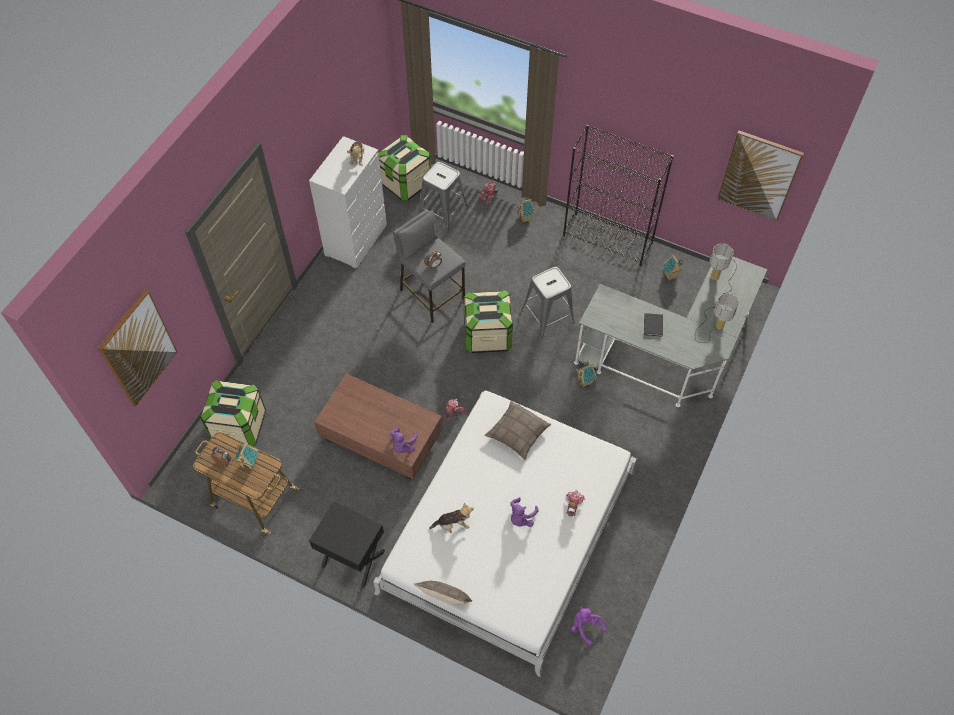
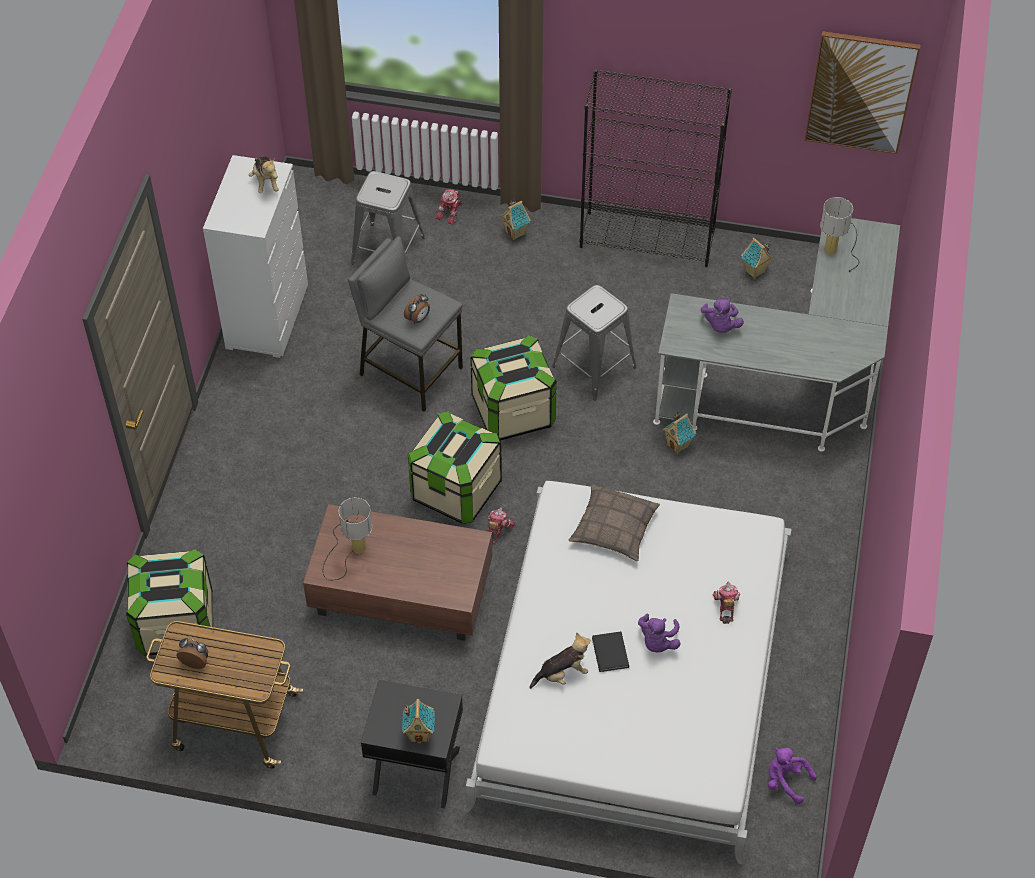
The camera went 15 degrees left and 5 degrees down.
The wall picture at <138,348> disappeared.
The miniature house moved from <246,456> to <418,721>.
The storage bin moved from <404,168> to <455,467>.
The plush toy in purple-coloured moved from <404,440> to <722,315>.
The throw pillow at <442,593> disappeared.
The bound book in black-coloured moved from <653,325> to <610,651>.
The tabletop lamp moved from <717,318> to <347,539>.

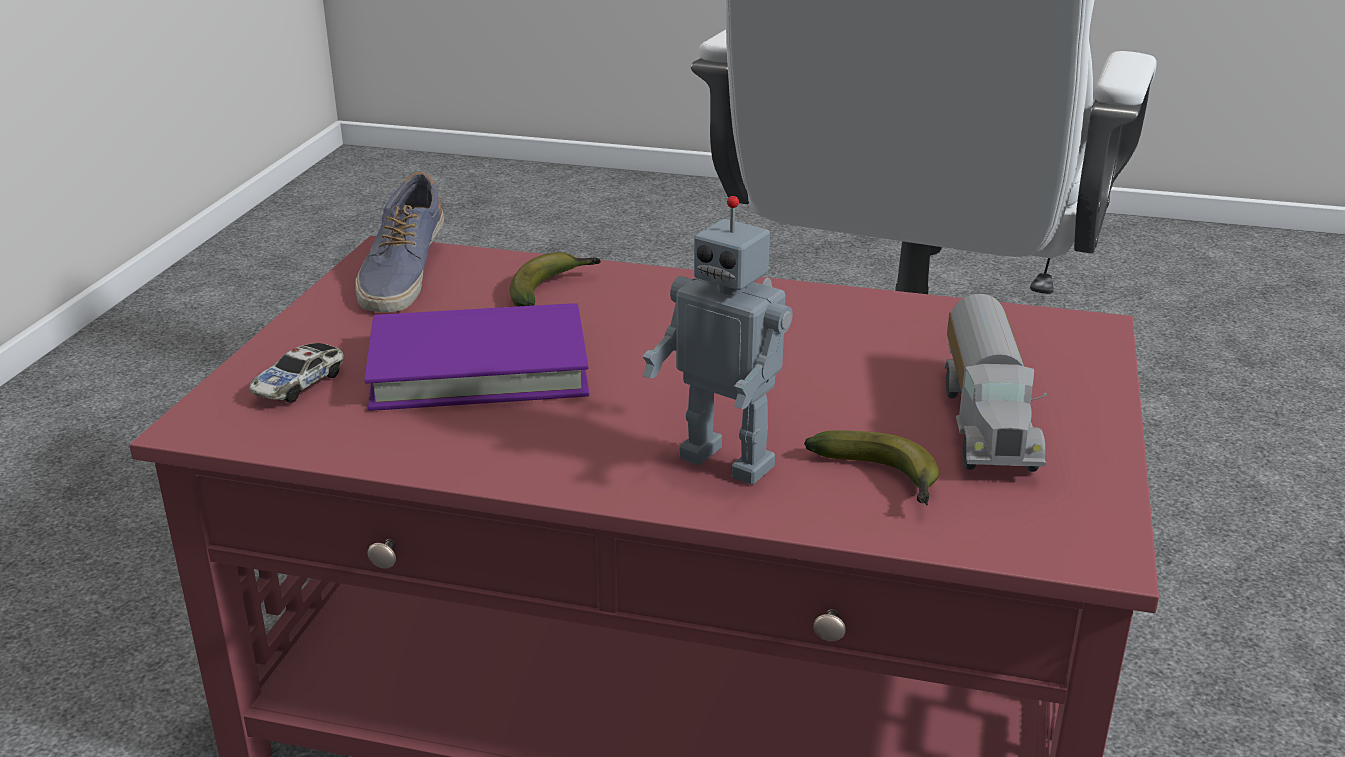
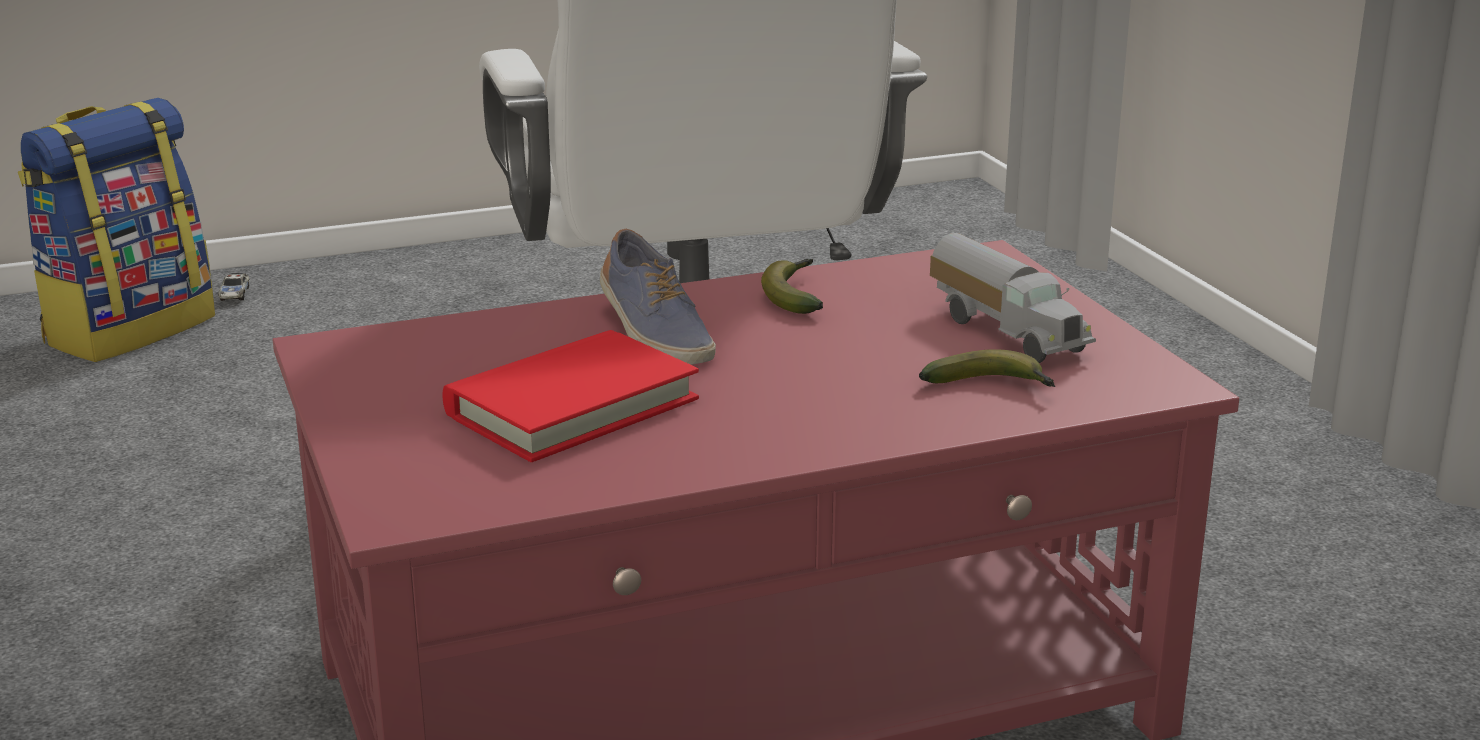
The camera went 35 degrees left and 5 degrees down.
The miniature car moved from <296,373> to <233,287>.
The low shoe moved from <399,242> to <658,297>.
The bound book in purple-coloured at <477,357> became the bound book in red at <571,396>.
The banana moved from <555,279> to <792,286>.
The toy robot at <717,340> disappeared.
The backpack at <116,230> appeared.

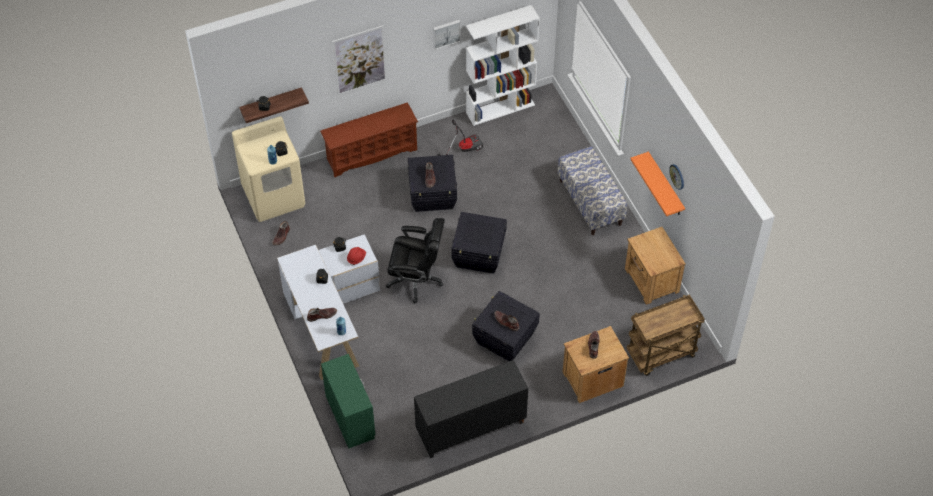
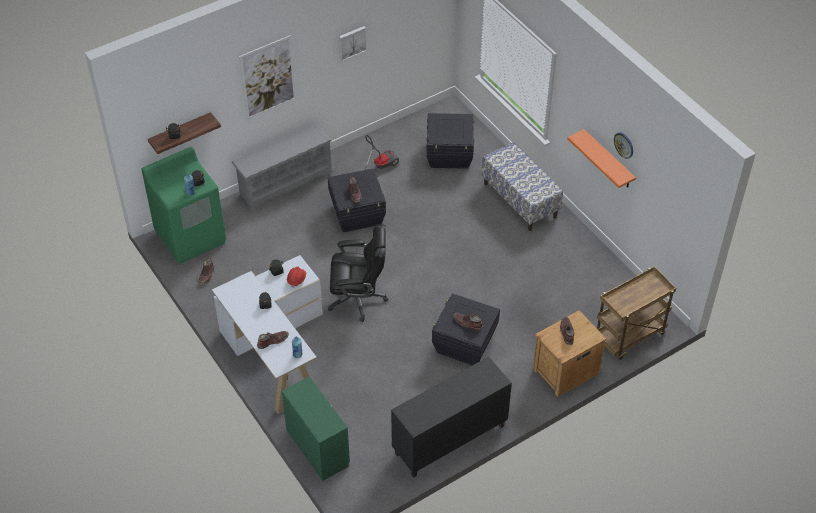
The camera went 10 degrees left and 5 degrees down.
The laundry machine in sand-coloured at <268,169> became the laundry machine in green at <183,205>.
The shoe rack in brown at <369,140> became the shoe rack in greyish at <281,167>.
The storage bin in black-coloured moved from <479,243> to <450,141>.
The bookcase in white-coloured at <503,65> disappeared.
The bedside table in brown at <655,266> disappeared.

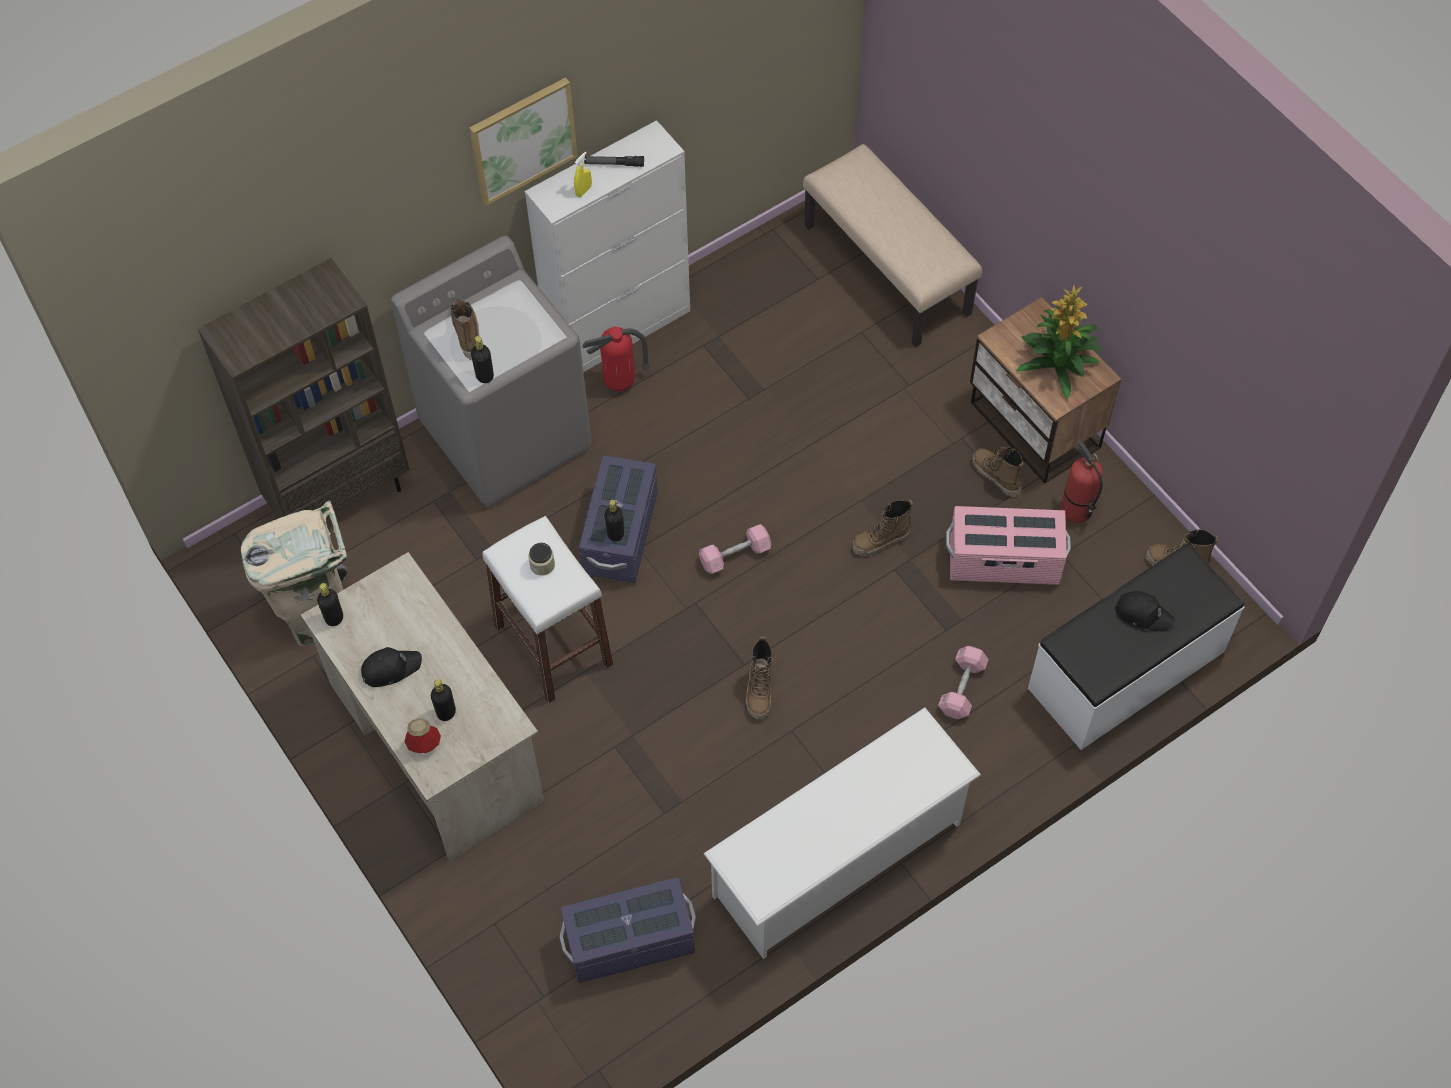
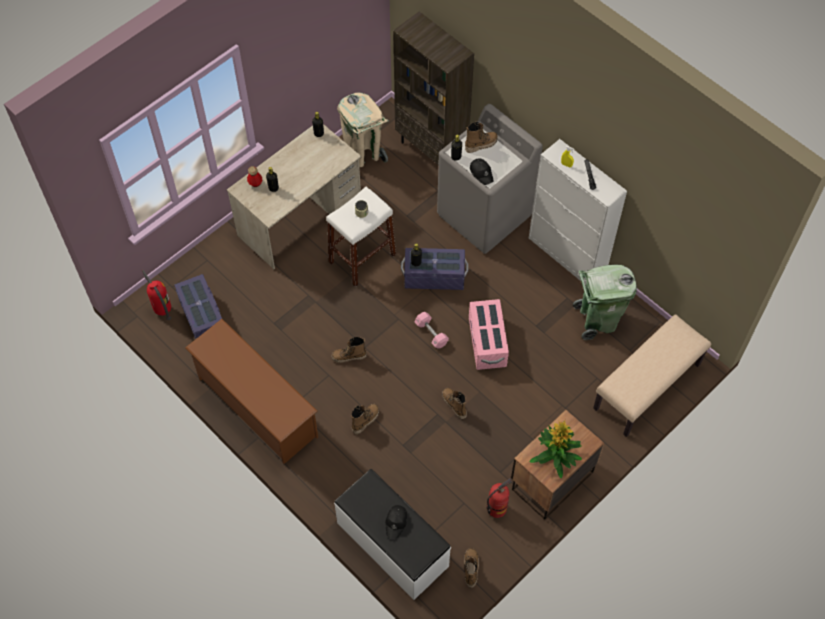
The camera went 80 degrees right and 0 degrees up.
The baseball cap in black-coloured moved from <391,667> to <482,171>.
The wall picture at <523,141> disappeared.
The extinguisher moved from <615,359> to <156,295>.
The shoe rack in white-coloured at <842,833> became the shoe rack in brown at <251,391>.
The dumbbell in pink at <963,682> disappeared.
The storage bin in pink moved from <1008,545> to <489,334>.
The boot moved from <998,472> to <365,419>.
The waste bin in green at <605,302> appeared.

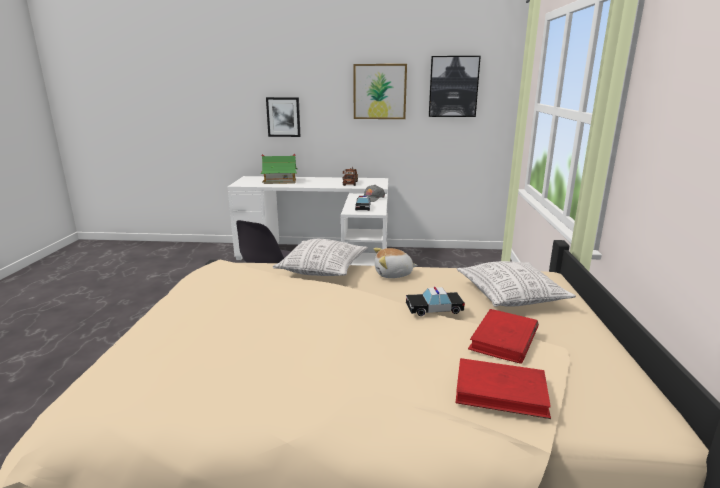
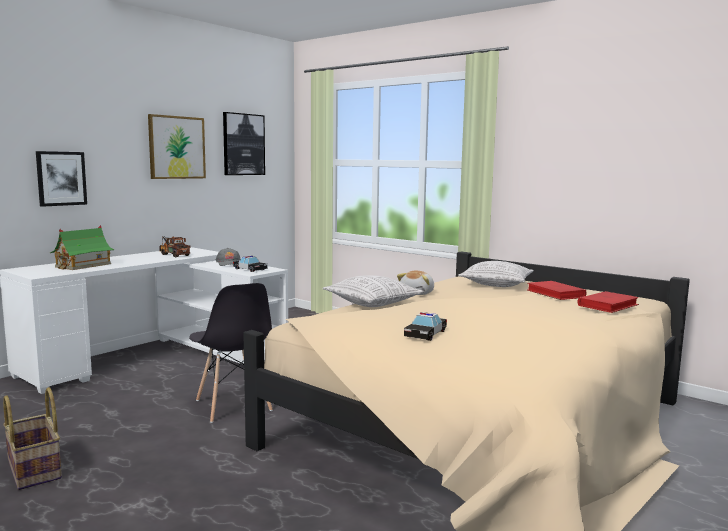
The camera went 55 degrees left and 10 degrees down.
The miniature car moved from <435,301> to <425,326>.
The household basket at <32,438> appeared.

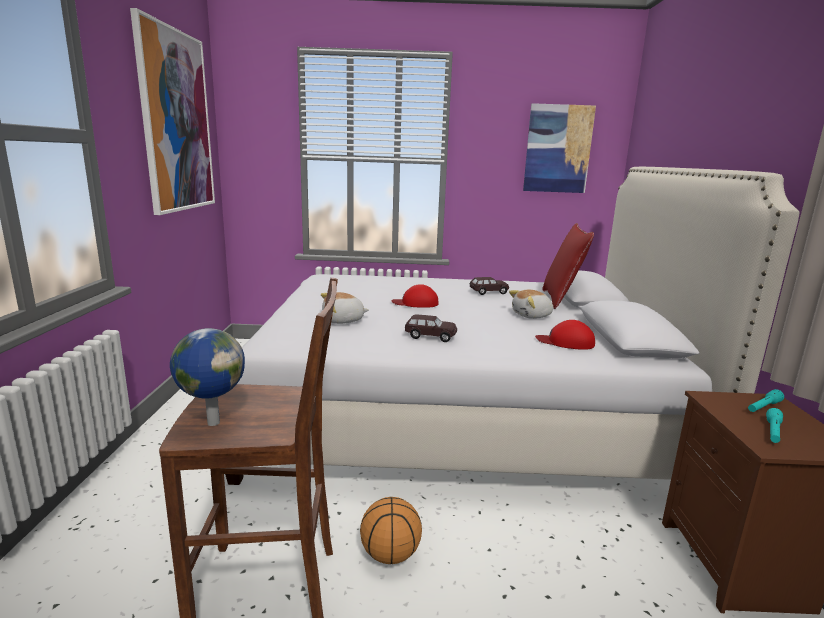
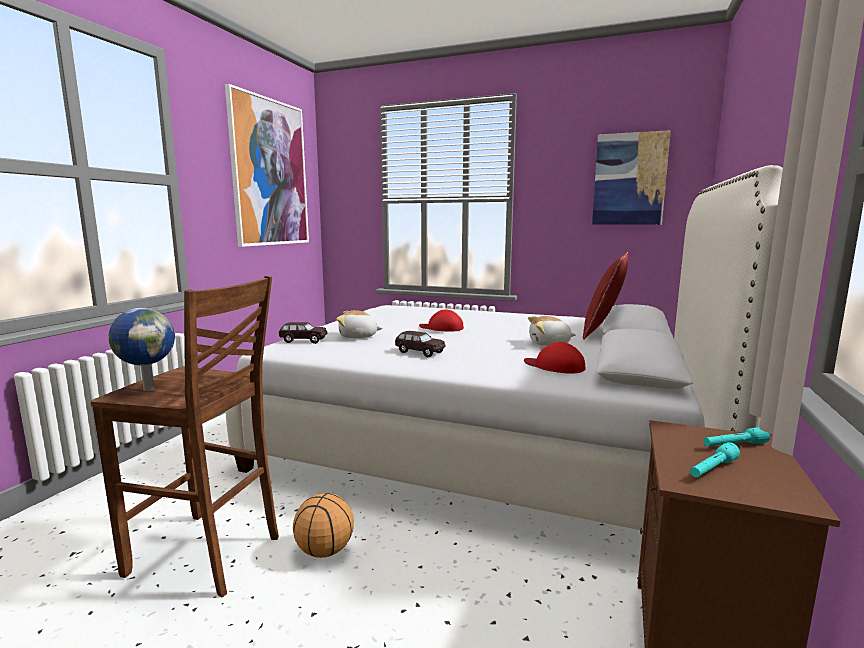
The camera went 20 degrees right and 5 degrees down.
The miniature car in brown moved from <489,286> to <303,333>.

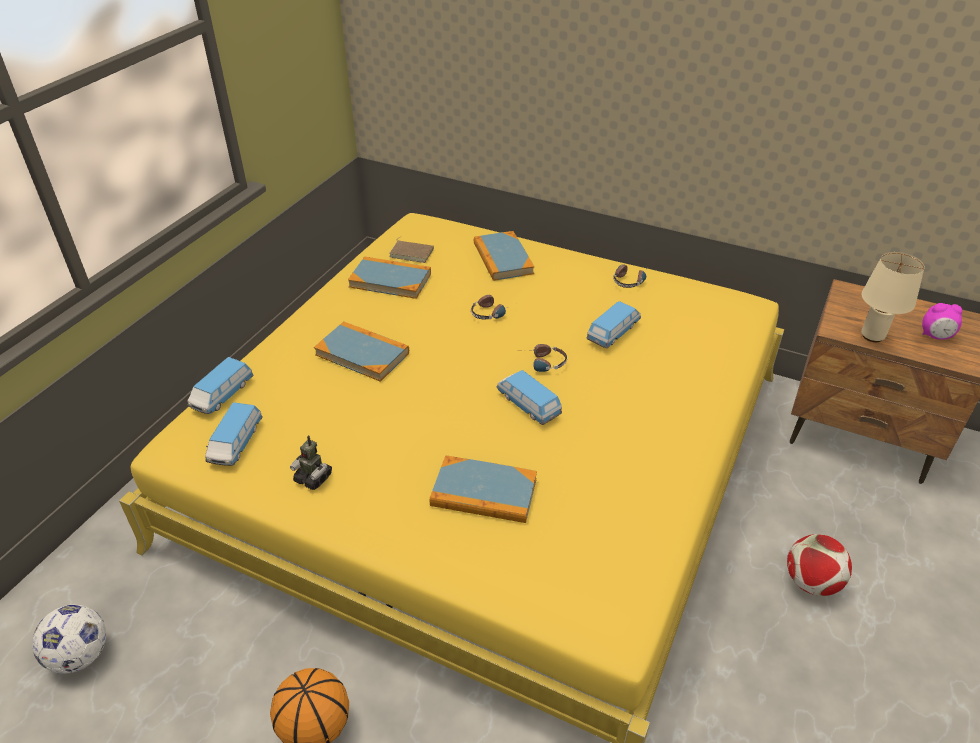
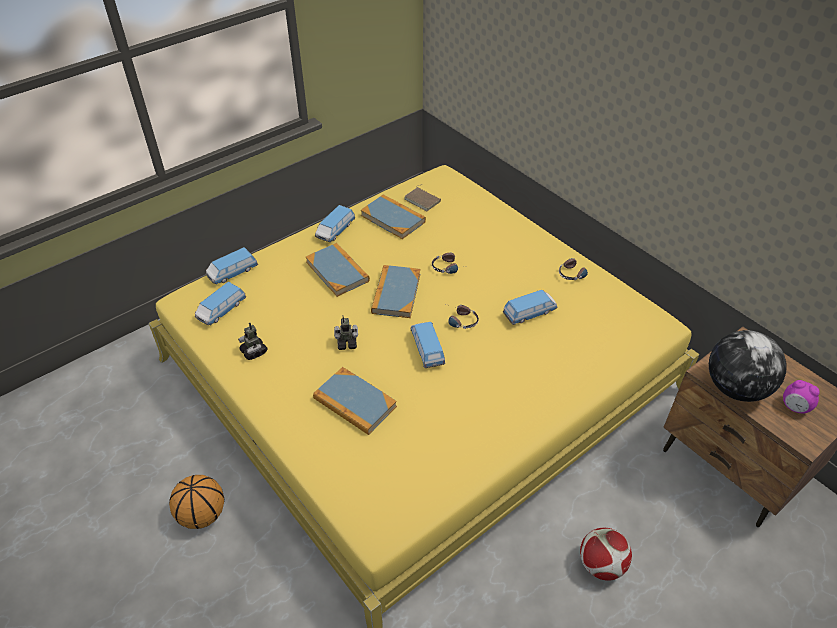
The camera went 25 degrees right and 5 degrees up.
The football ball at <69,639> disappeared.
The bound book moved from <504,256> to <395,291>.
The tabletop lamp in sand-coloured at <893,297> was replaced by the desk globe at <748,366>.
The miniature car at <335,223> appeared.
The toy robot at <346,333> appeared.

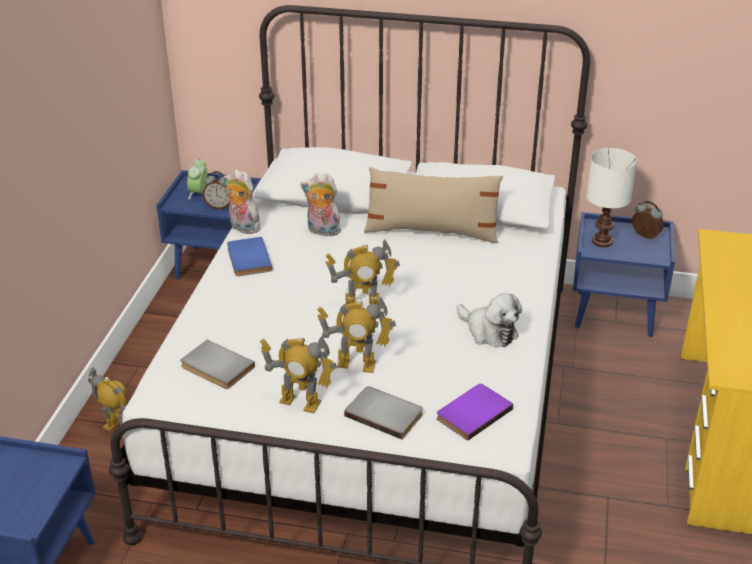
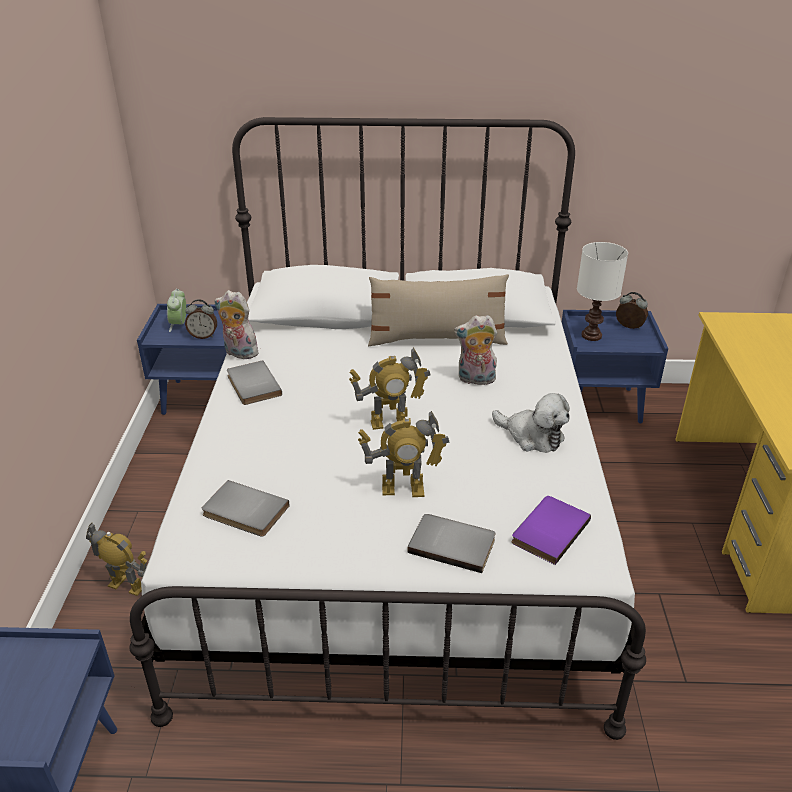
The camera went 10 degrees left and 0 degrees up.
The bound book in blue-coloured at <250,256> became the bound book in greyish at <254,382>.
The toy robot at <298,374> disappeared.
The plush toy moved from <322,204> to <475,350>.

